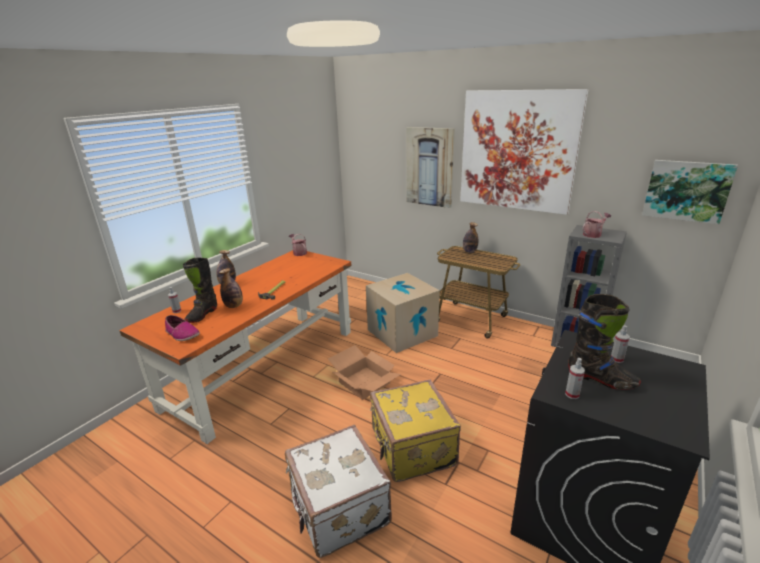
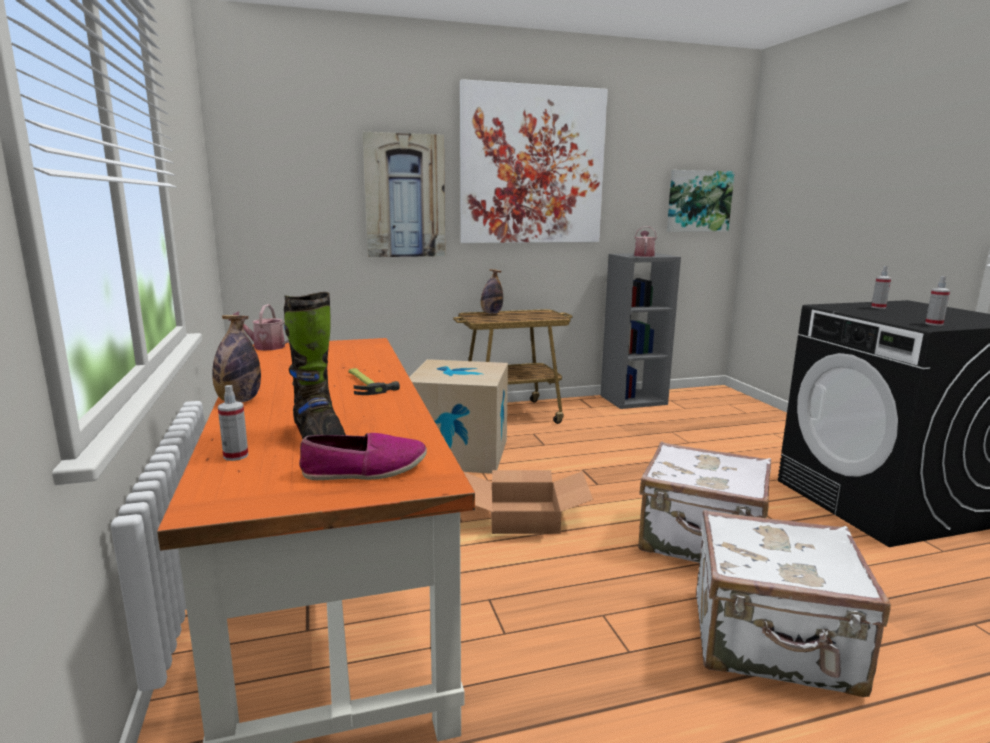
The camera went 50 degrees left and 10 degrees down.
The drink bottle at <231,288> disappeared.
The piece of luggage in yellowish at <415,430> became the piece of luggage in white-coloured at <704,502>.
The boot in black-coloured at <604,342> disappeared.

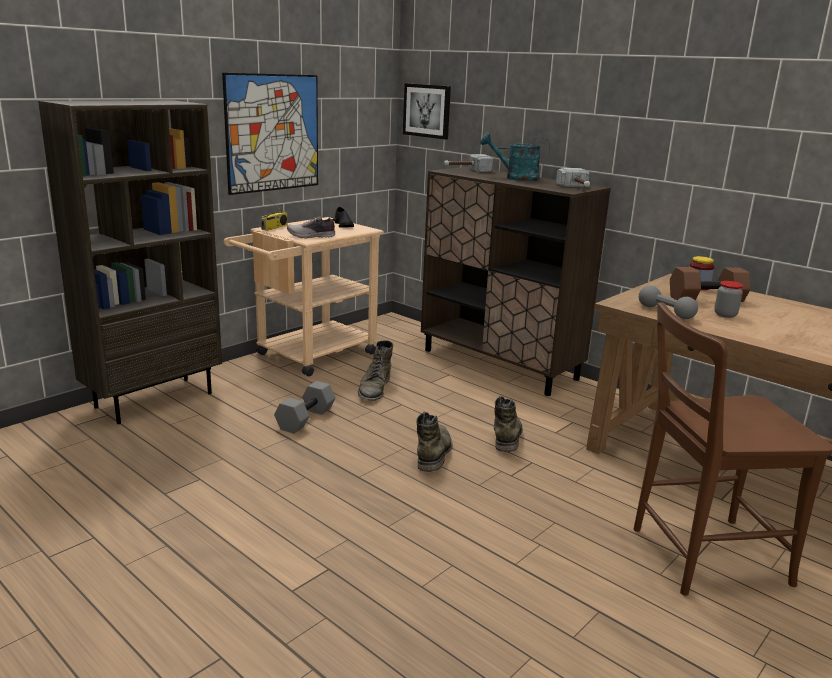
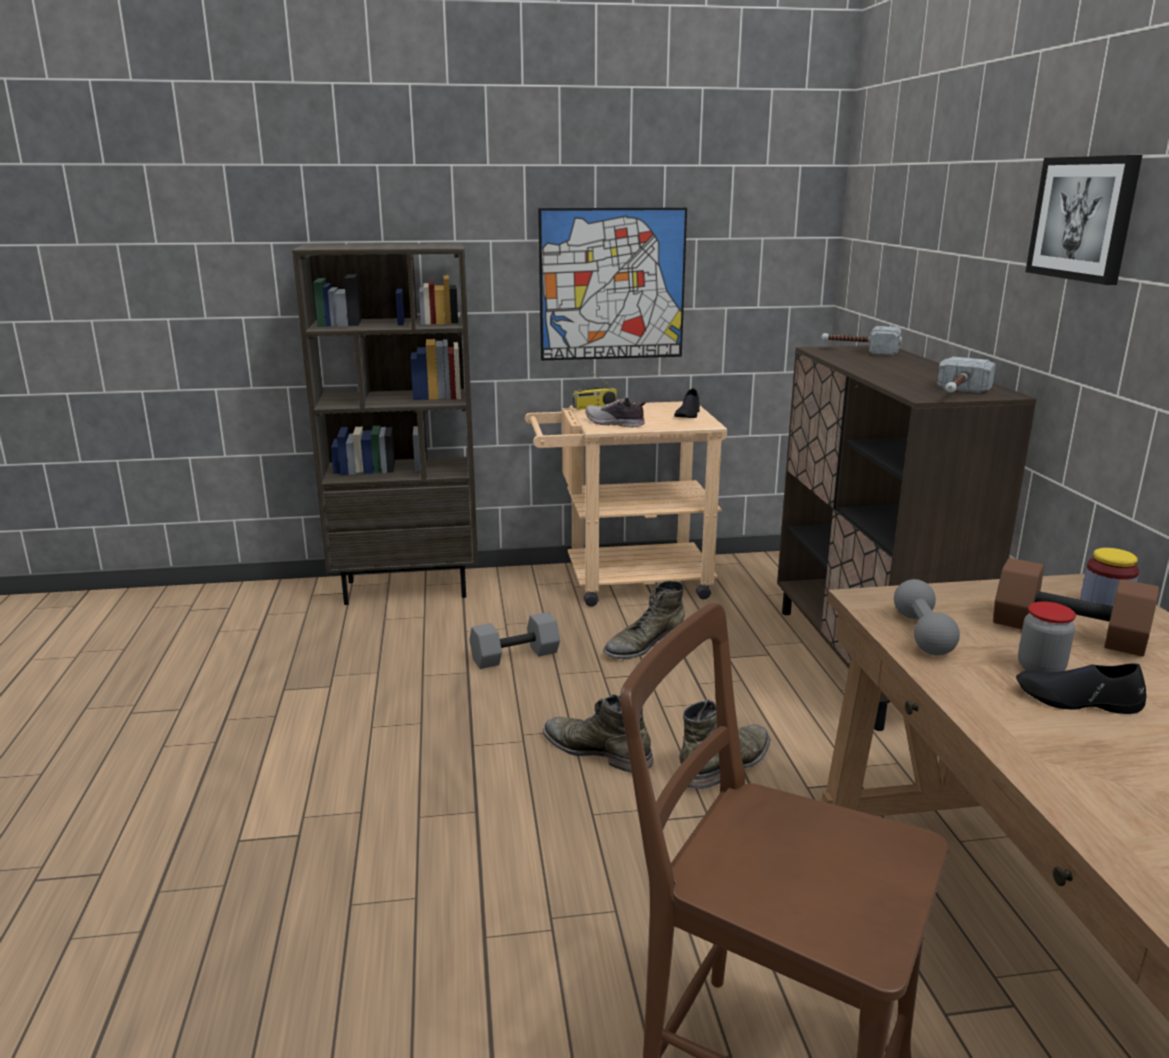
The camera went 40 degrees right and 0 degrees up.
The wall picture moved from <427,111> to <1084,220>.
The boot in green at <434,442> turned 105 degrees counterclockwise.
The watering can in blue-green at <515,156> disappeared.
The low shoe in black-coloured at <1081,688> appeared.

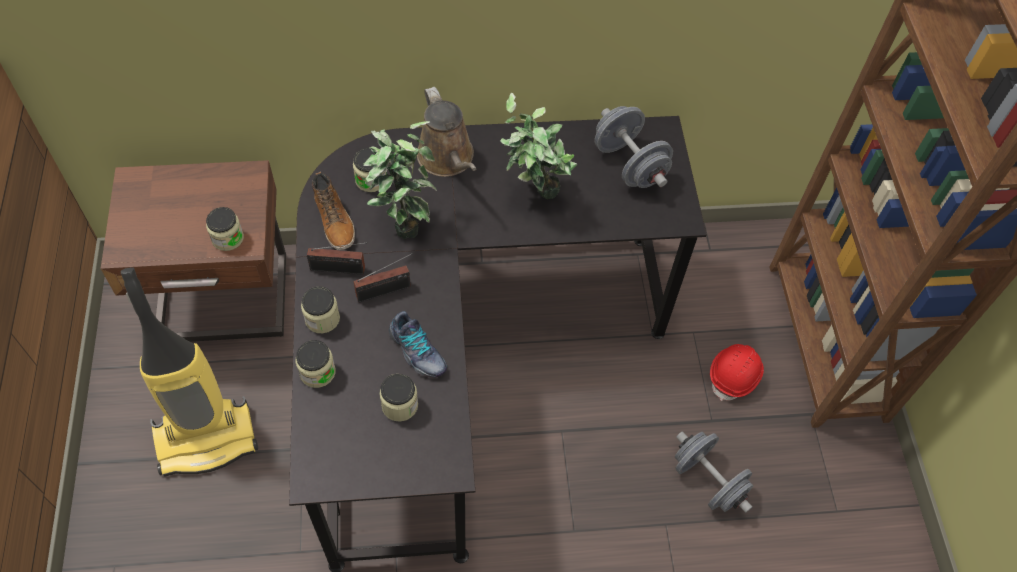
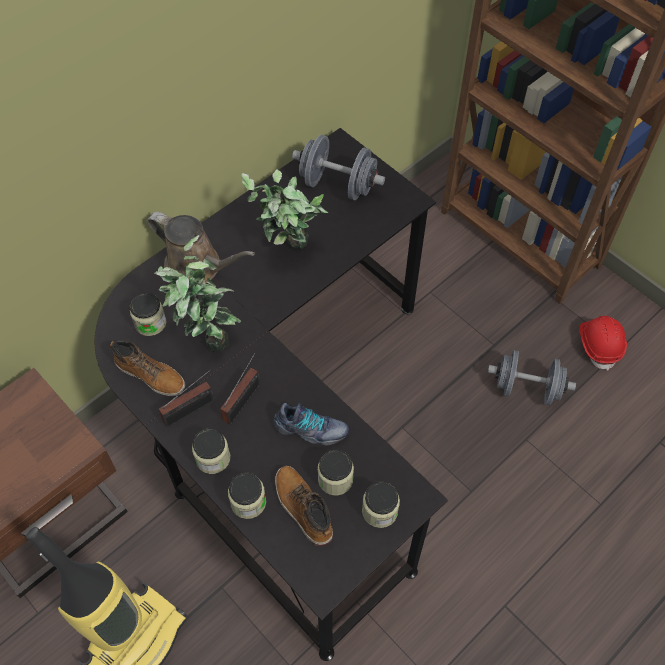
The camera went 35 degrees left and 0 degrees up.
The storage jar moved from <225,229> to <381,504>.
The safety helmet in red moved from <737,372> to <603,343>.
The boot at <304,506> appeared.

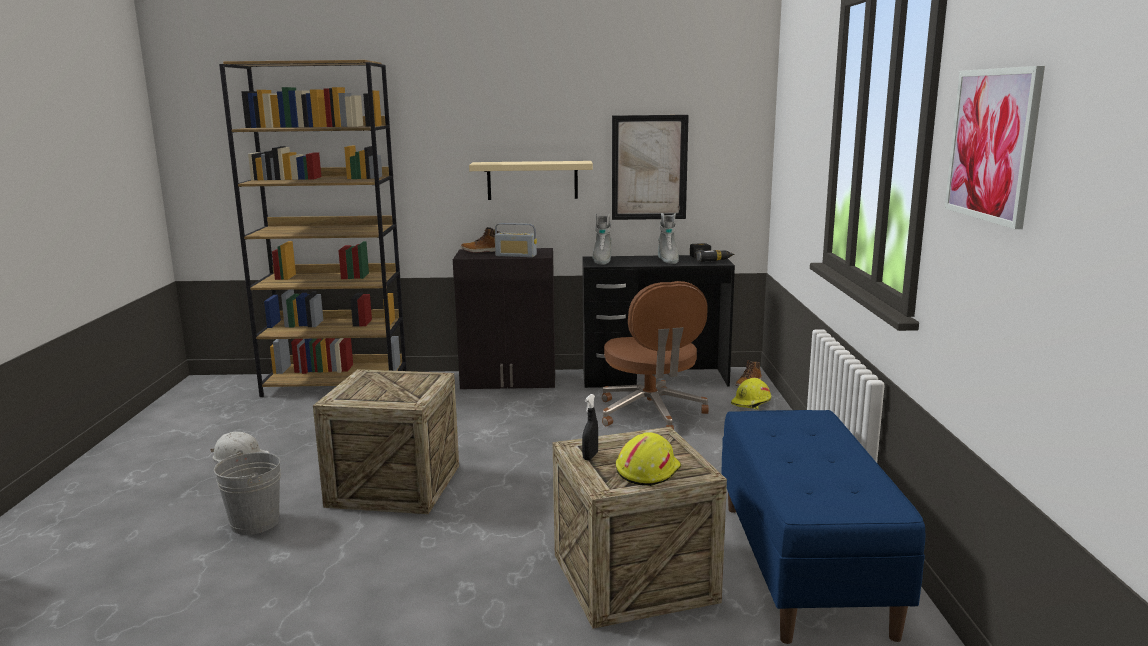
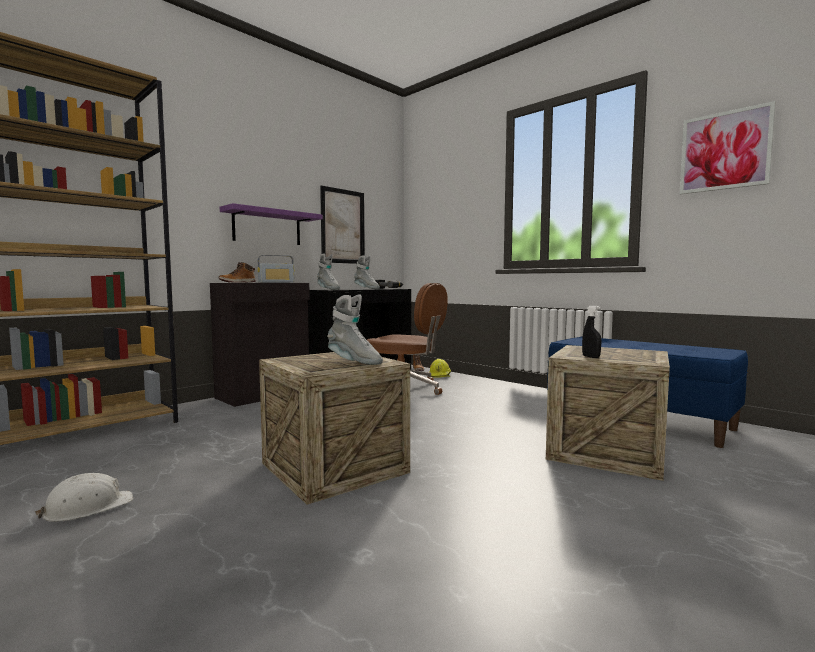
The camera went 45 degrees left and 10 degrees down.
The water bucket in greyish at <247,492> disappeared.
The shelf in sand-coloured at <531,180> became the shelf in purple-coloured at <271,224>.
The safety helmet in yellowish at <648,459> disappeared.
The boot in greyish at <355,330> appeared.

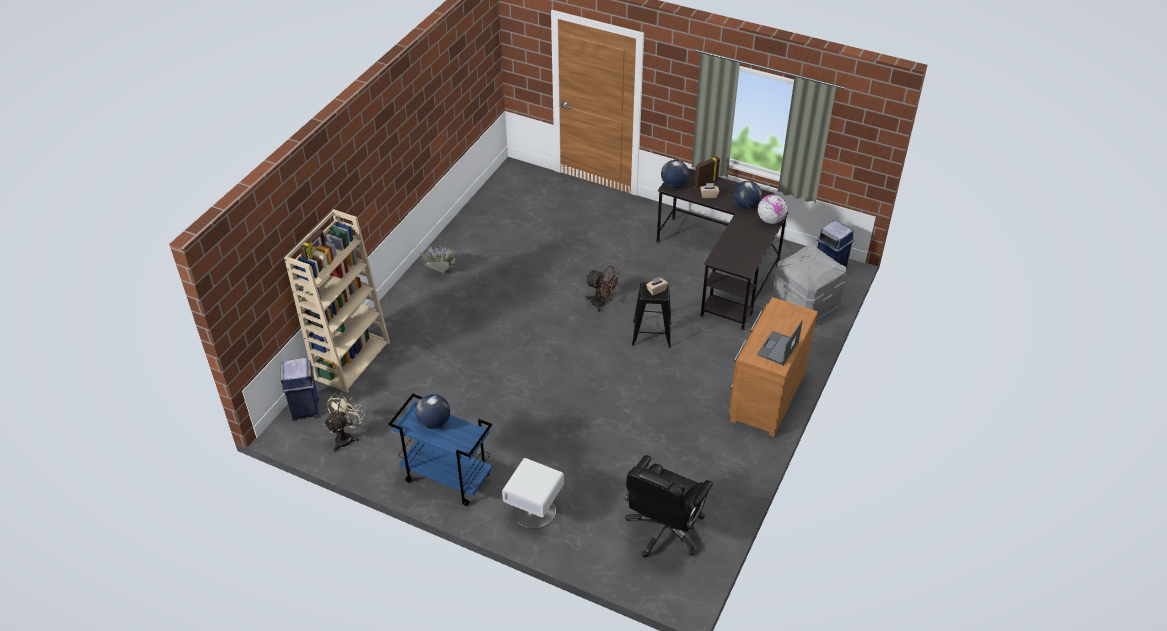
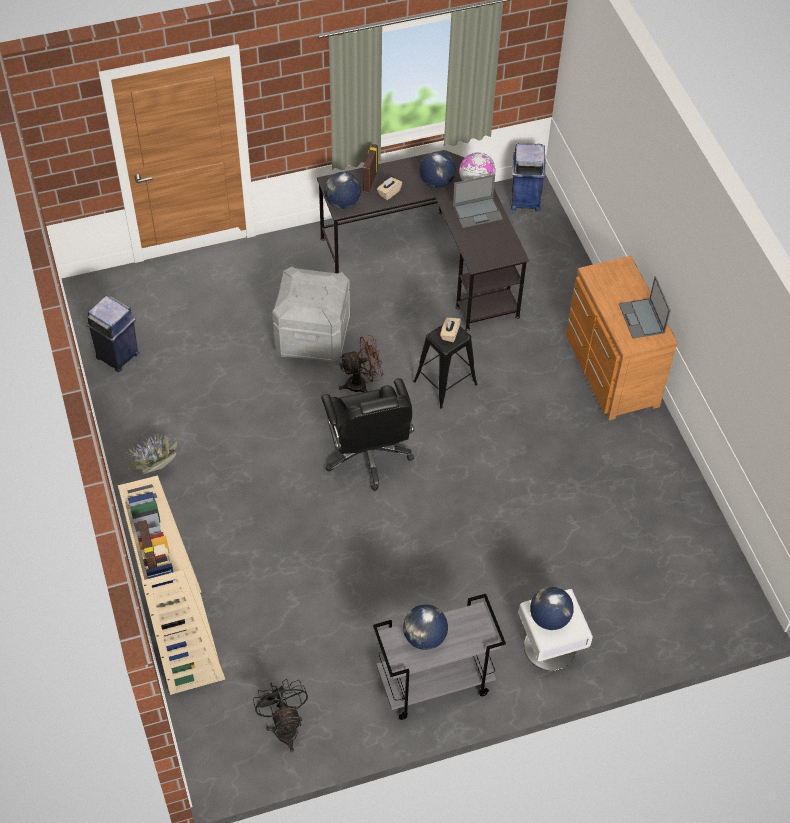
The camera went 45 degrees left and 10 degrees up.
The waste bin in blue-coloured moved from <300,389> to <112,334>.
The cooling fan in sand-coloured at <344,422> became the cooling fan in black-coloured at <280,715>.
The cart in blue-coloured at <440,450> became the cart in greyish at <439,657>.
The computer chair in black-coloured moved from <669,506> to <367,434>.
The storage bin in greyish moved from <809,283> to <311,314>.
The portable computer at <478,201> appeared.
The desk globe at <552,608> appeared.

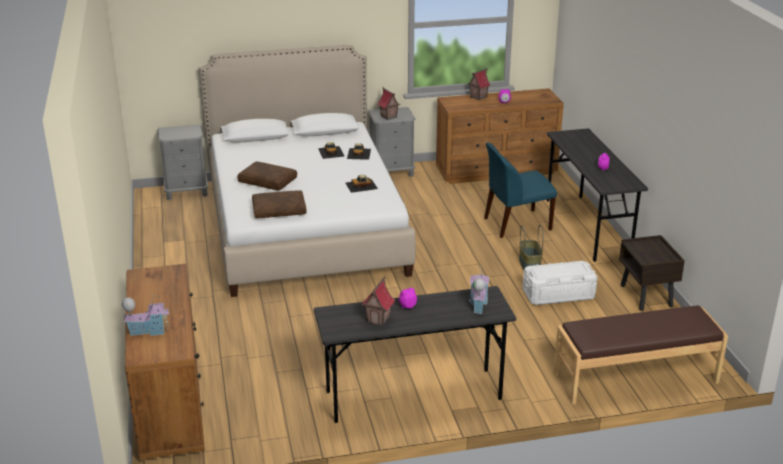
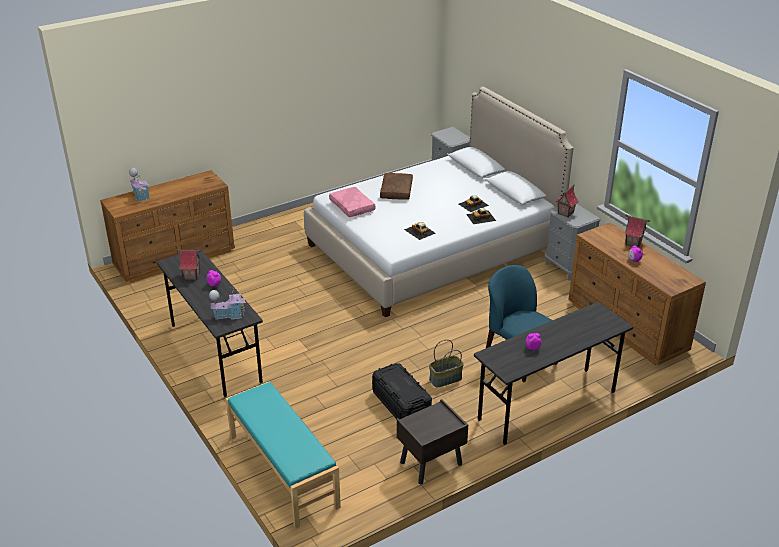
The camera went 70 degrees right and 5 degrees up.
The throw pillow in brown at <279,204> became the throw pillow in pink at <352,202>.
The storage bin in white-coloured at <560,283> became the storage bin in black-coloured at <402,391>.
The indoor bench in brown at <640,355> became the indoor bench in blue-green at <283,455>.

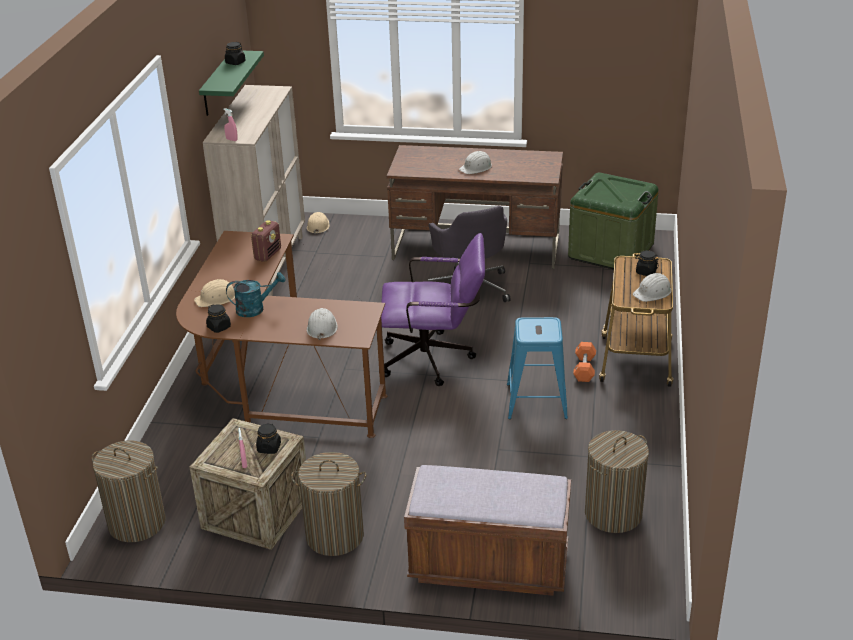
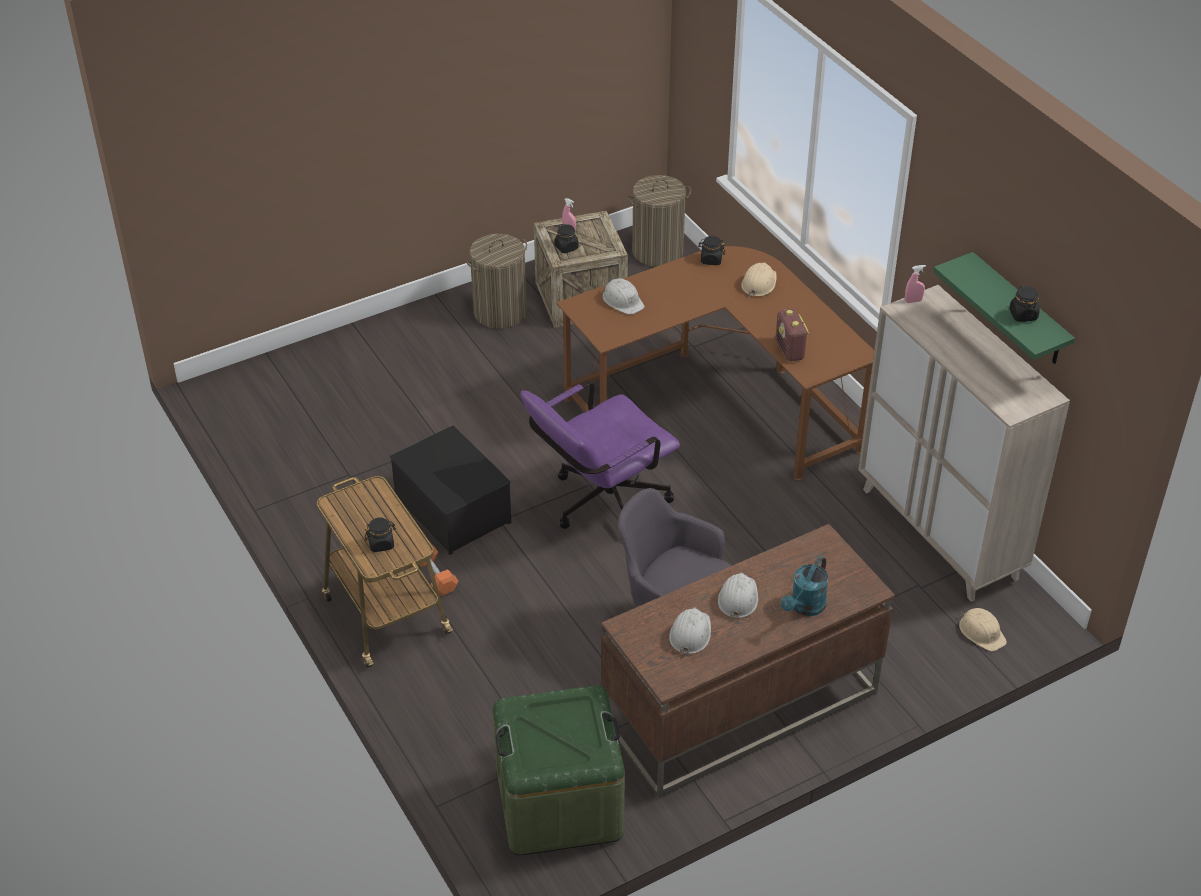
The camera went 140 degrees right and 10 degrees up.
The watering can in blue-green moved from <256,294> to <805,586>.
The indoor bench in brown at <487,530> disappeared.
The sitting stool in blue-coloured at <537,368> was replaced by the storage bin at <450,490>.
The hamper at <617,481> disappeared.
The safety helmet in white-coloured moved from <652,287> to <690,631>.

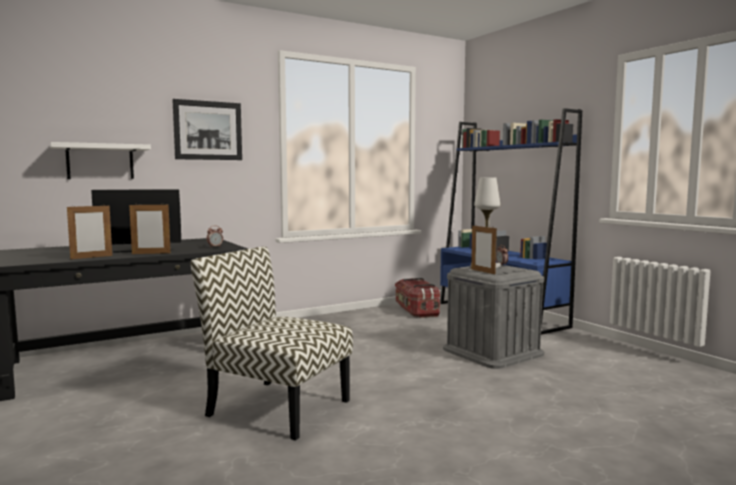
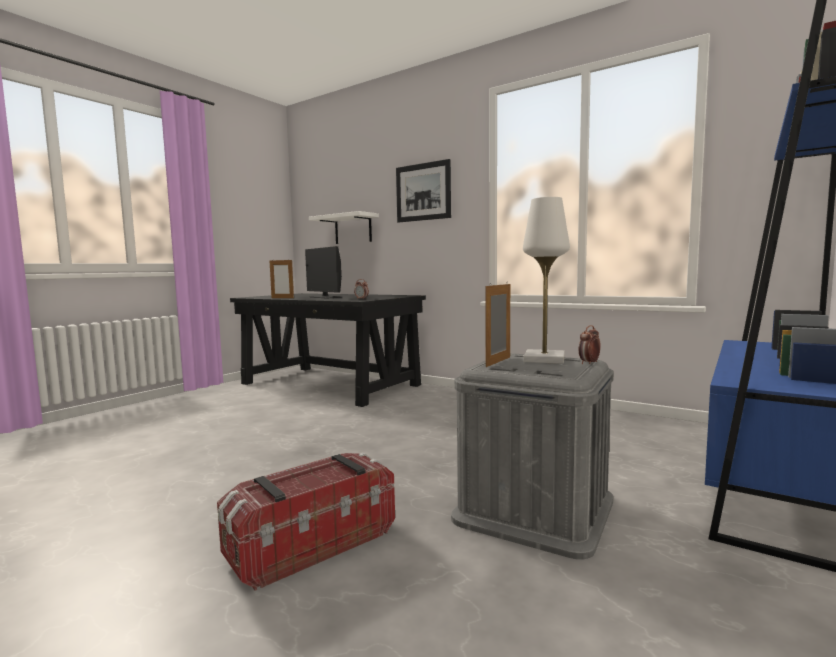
The camera went 65 degrees right and 0 degrees up.
The standing frame at <150,228> disappeared.
The chair at <271,343> disappeared.
The storage bin moved from <417,298> to <306,522>.

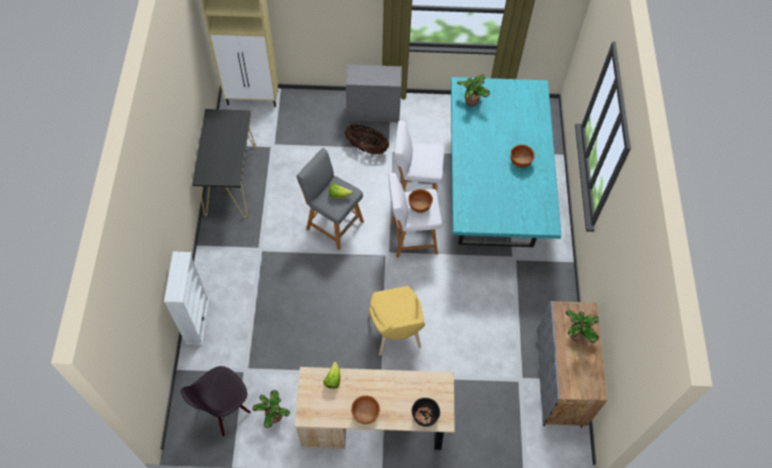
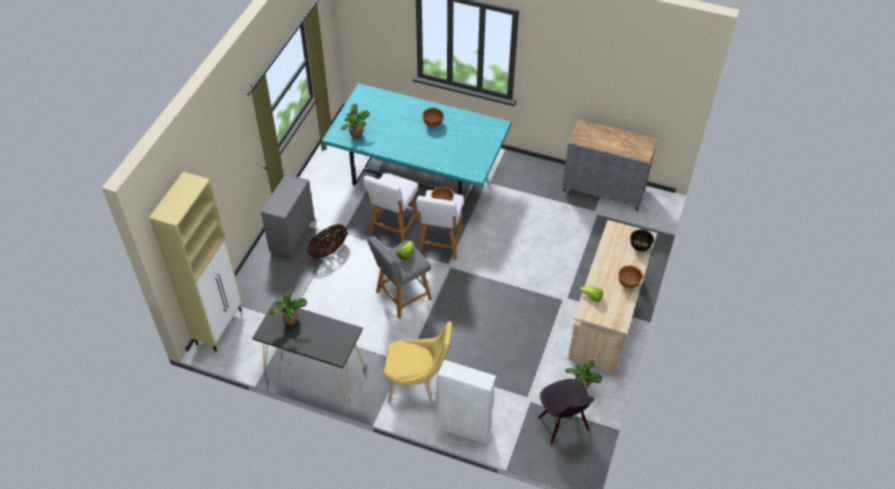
The camera went 70 degrees left and 10 degrees down.
The chair in yellowish moved from <396,321> to <418,363>.
The plant in a pot moved from <582,326> to <288,307>.

